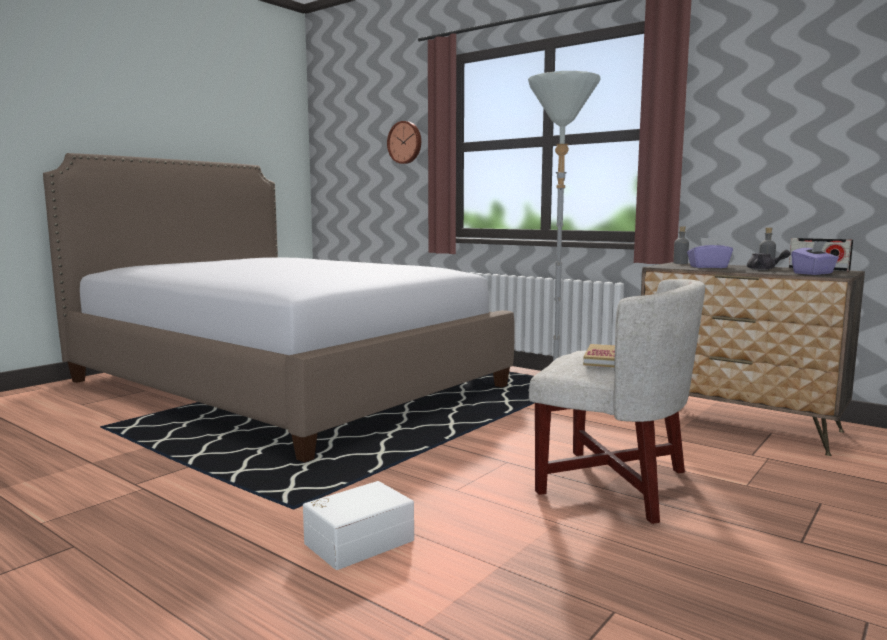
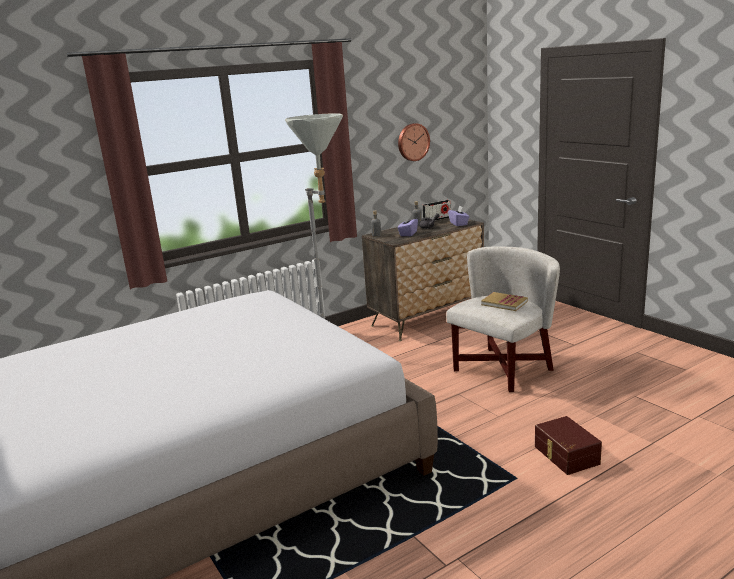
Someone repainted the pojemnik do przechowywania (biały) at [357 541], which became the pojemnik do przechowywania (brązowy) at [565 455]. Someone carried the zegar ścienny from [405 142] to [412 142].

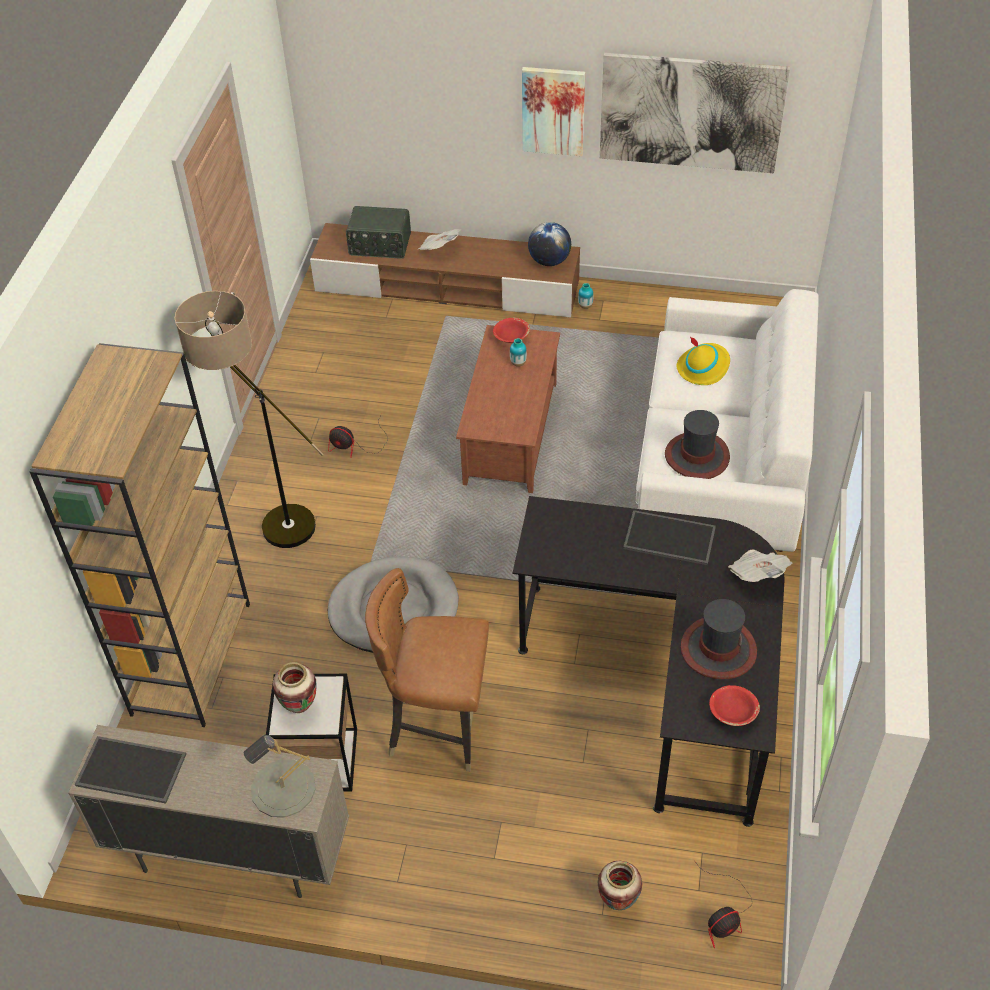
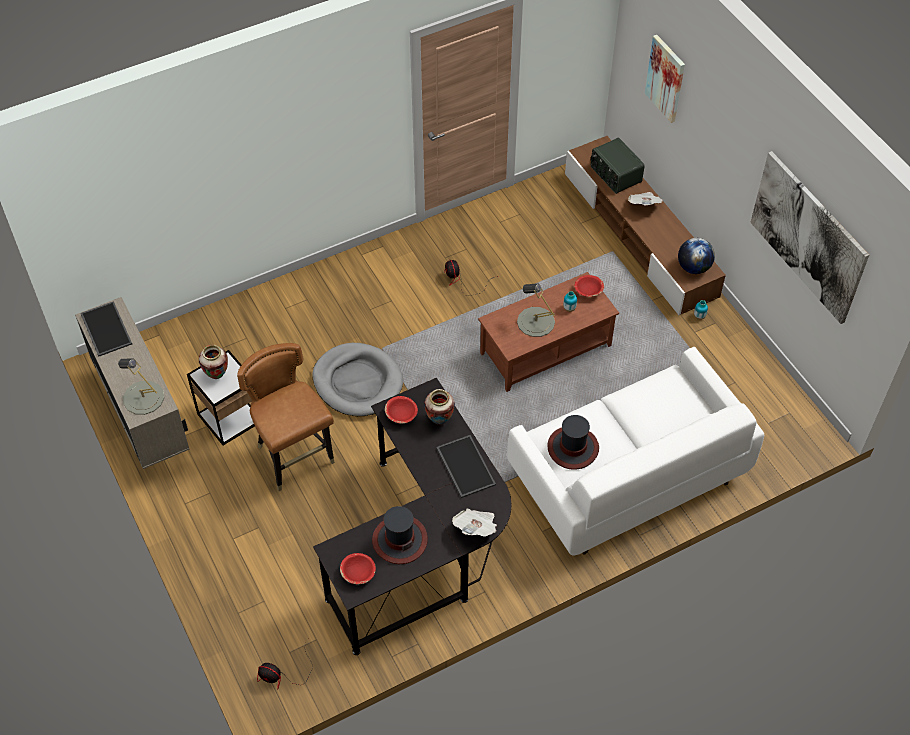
Someone took away the regał (brązowy) at [191 657]. Someone took away the lampa stojąca at [271 519]. Someone carried the obraz from [553 111] to [666 78]. Someone carried the wazon from [618 902] to [439 420]. Someone took away the kapelusz (żółty) at [703 367]. Someone put down the miska (czerwony) at [401 415]. Someone put down the lampa stołowa (szary) at [535 322].

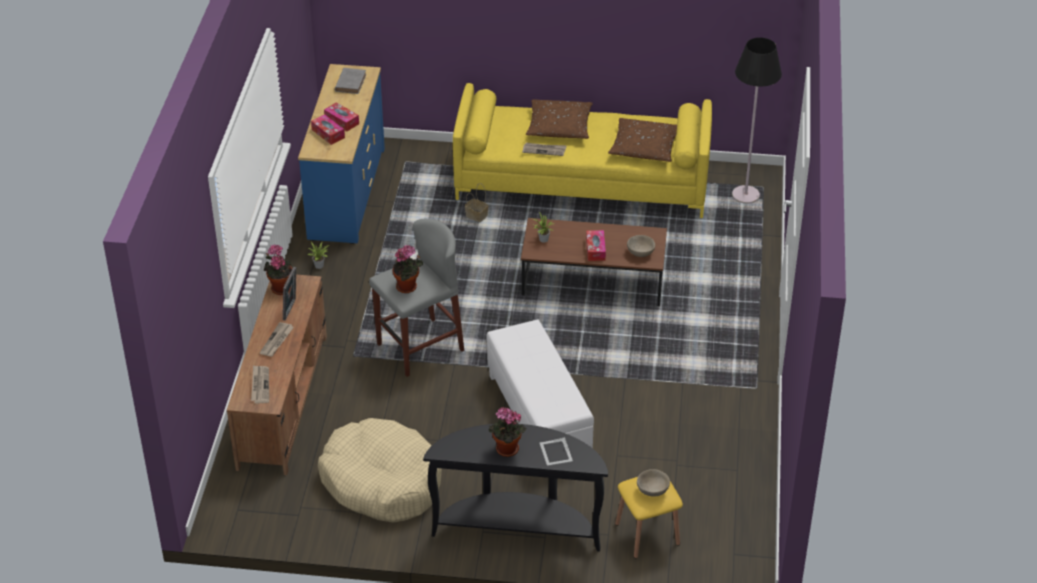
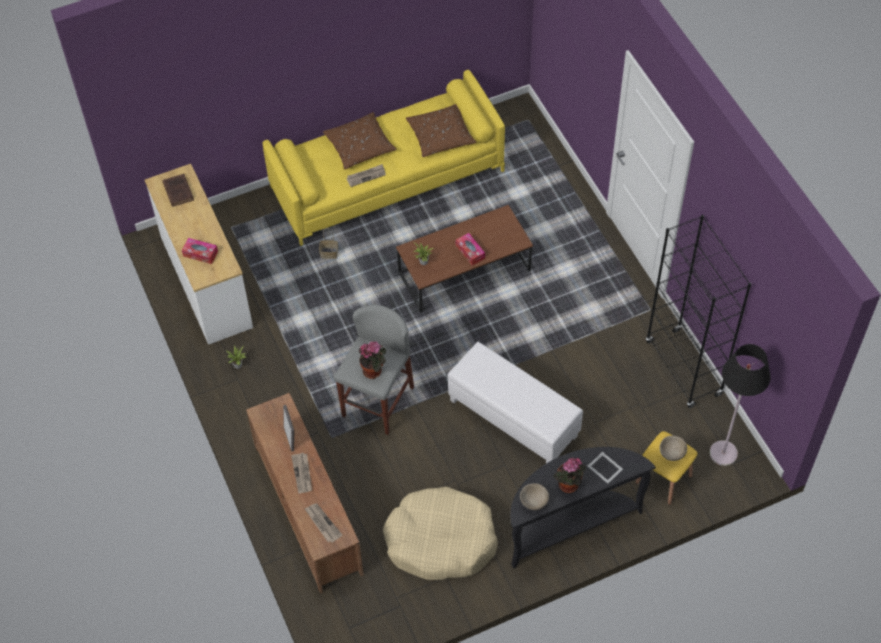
Someone took away the roślina doniczkowa at [280 288]. Someone repainted the komoda (niebieski) at [346 193], which became the komoda (biały) at [205 282]. Someone took away the pudełko chusteczek at [341 121]. Someone repainted the książka (szary) at [351 82], which became the książka (brązowy) at [178 191]. Someone carried the miska (beżowy) from [640 253] to [534 501]. Someone carried the lampa stojąca (czarny) from [745 195] to [723 453]. Someone put down the regał (czarny) at [683 368].

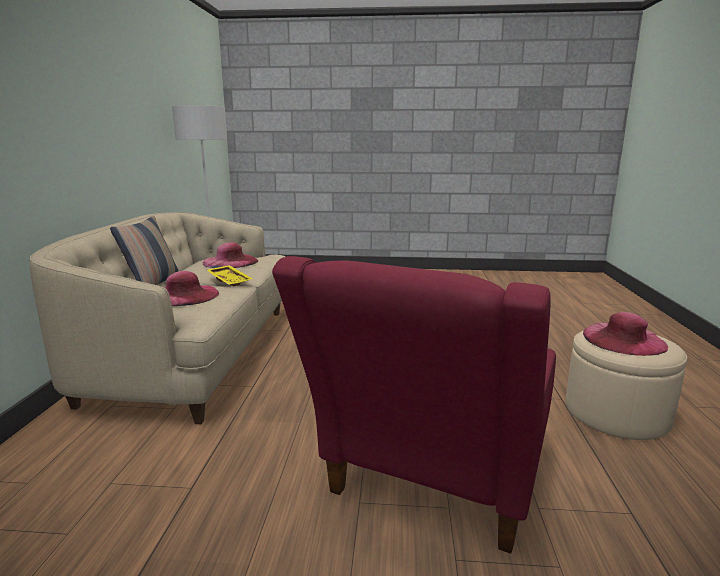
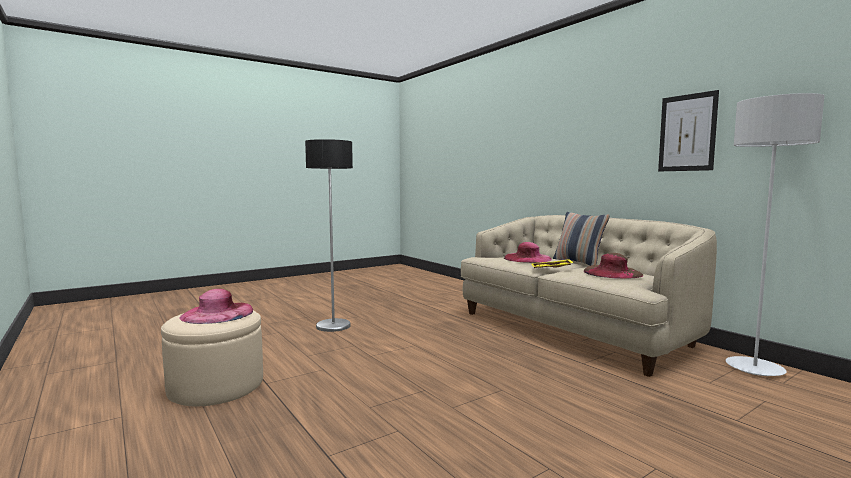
Someone repainted the kapelusz (różowy) at [230 261], which became the kapelusz (brązowy) at [612 272]. Someone swapped the fotel (czerwony) at [430 484] for the lampa stojąca at [333 326]. Someone put up the obraz at [687 133].

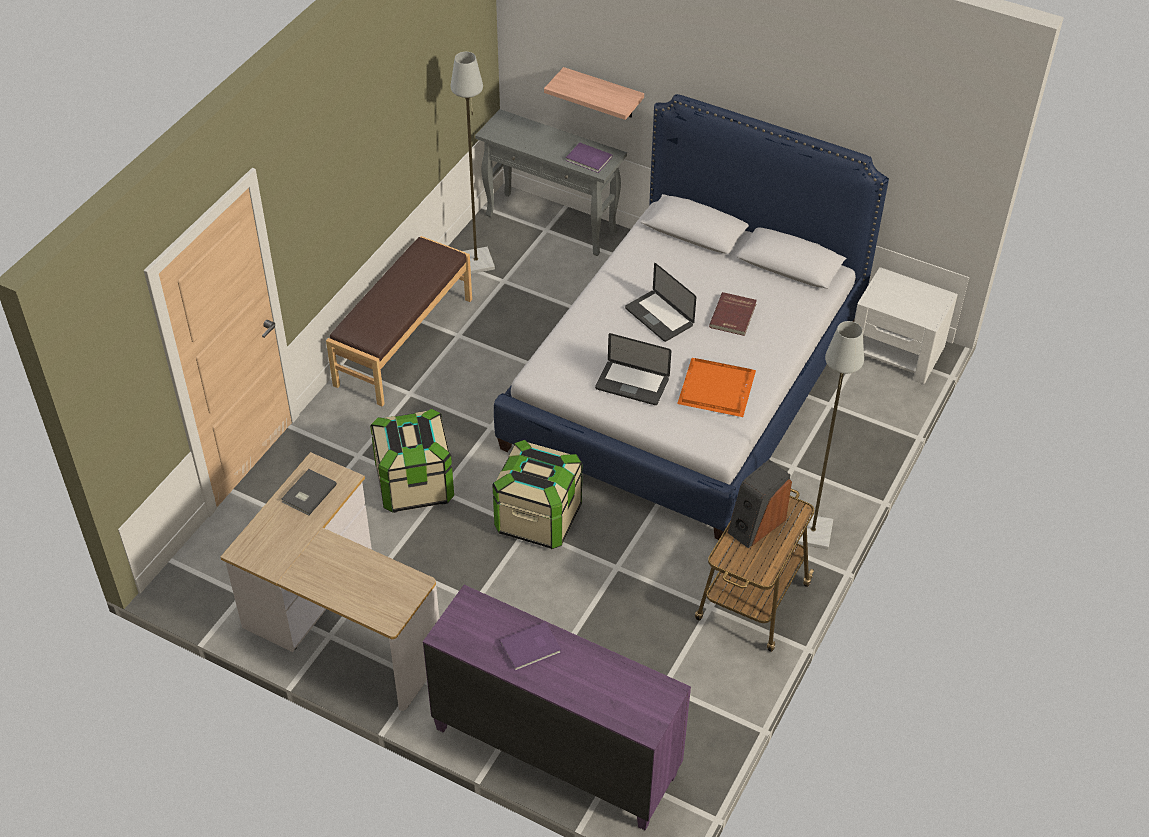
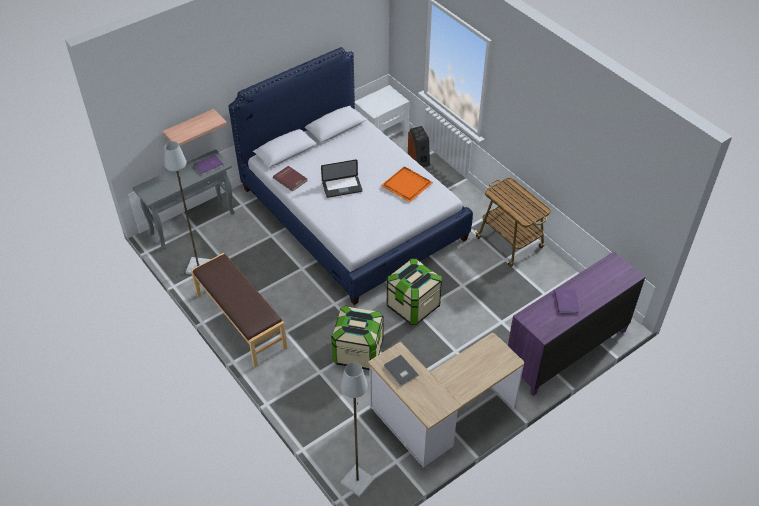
Someone took away the laptop at [632 384]. Someone carried the książka (czerwony) from [734 316] to [290 179]. Someone carried the głośnik from [756 525] to [419 159]. Someone carried the lampa stojąca (szary) from [813 533] to [358 481].

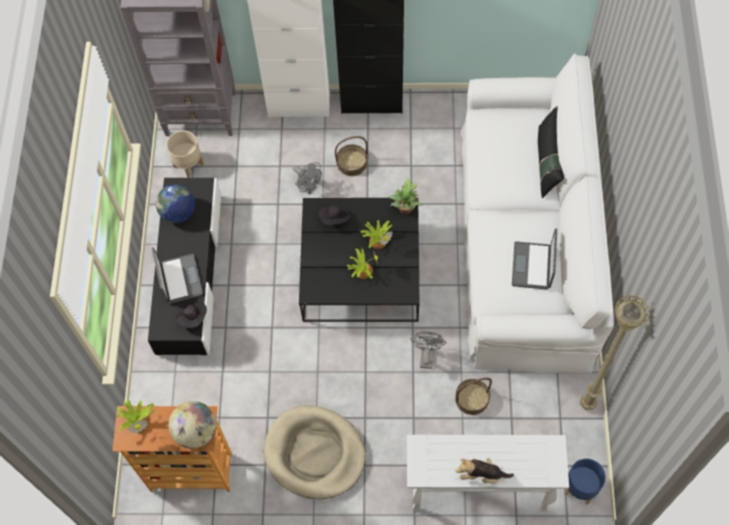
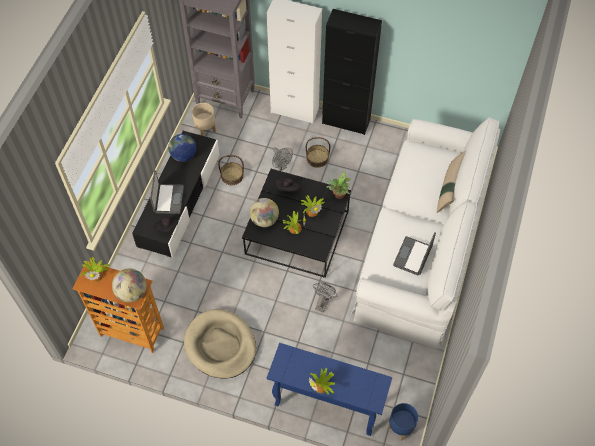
Someone repainted the stolik konsolowy (biały) at [477 490], which became the stolik konsolowy (niebieski) at [325 405]. Someone carried the koszyk from [472 399] to [232 176]. Someone swapped the pluszak at [482 475] for the roślina doniczkowa at [322 386]. Someone repainted the poduszka (czarny) at [547 162], which became the poduszka (beżowy) at [449 190]. Someone took away the lampa stojąca (beżowy) at [586 405]. Someone put down the globus at [264 220].

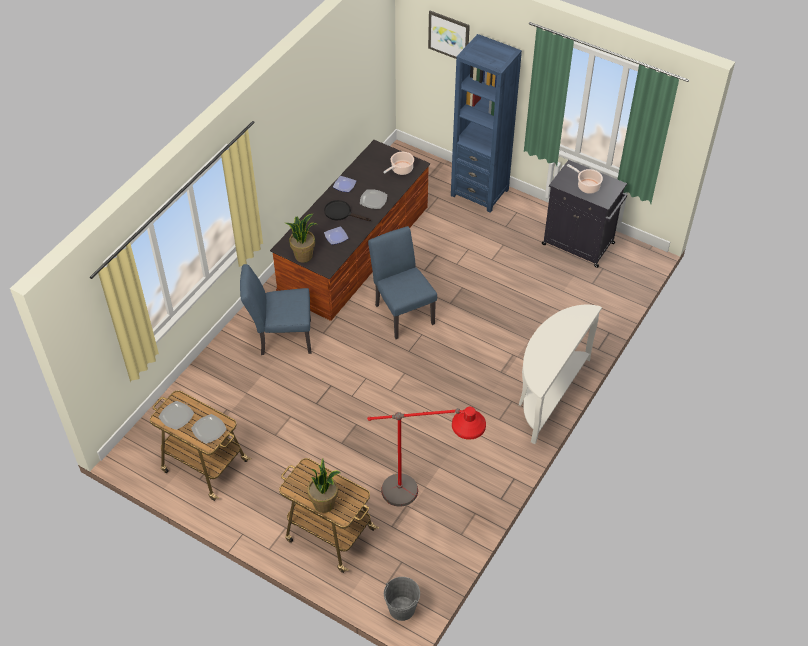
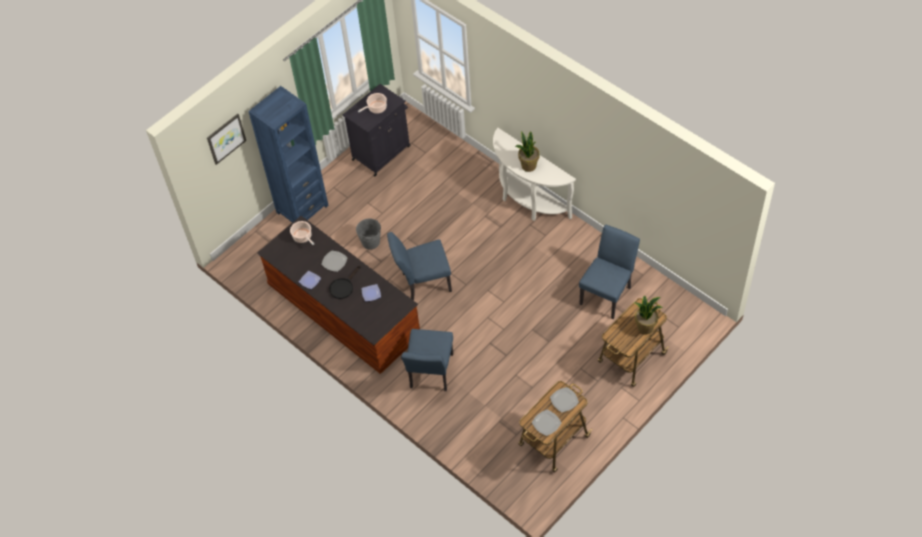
Someone carried the roślina doniczkowa from [303 255] to [528 166]. Someone swapped the lampa stojąca (czerwony) at [425 497] for the krzesło (niebieski) at [607 293]. Someone carried the wiadro (szary) from [401 608] to [370 242].

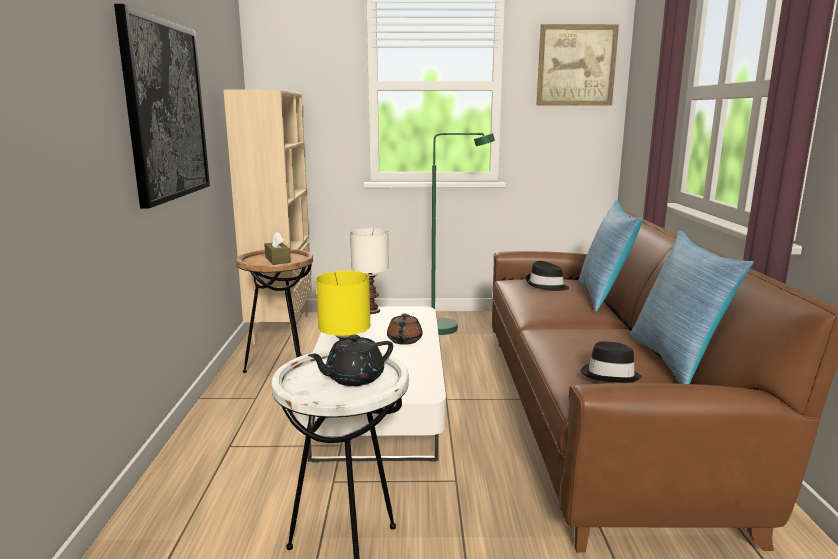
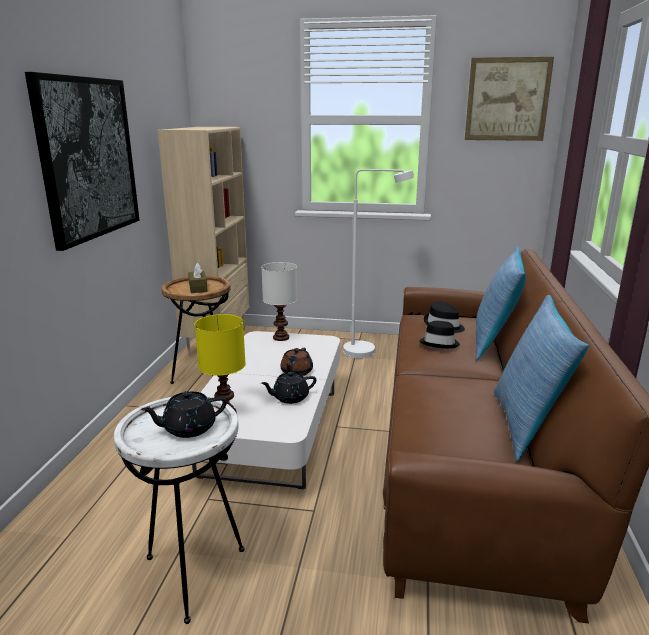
Someone repainted the lampa stojąca (zielony) at [450 328], which became the lampa stojąca (biały) at [368 352]. Someone carried the kapelusz (czarny) from [610 374] to [440 343]. Someone put down the imbryk (czarny) at [290 397].

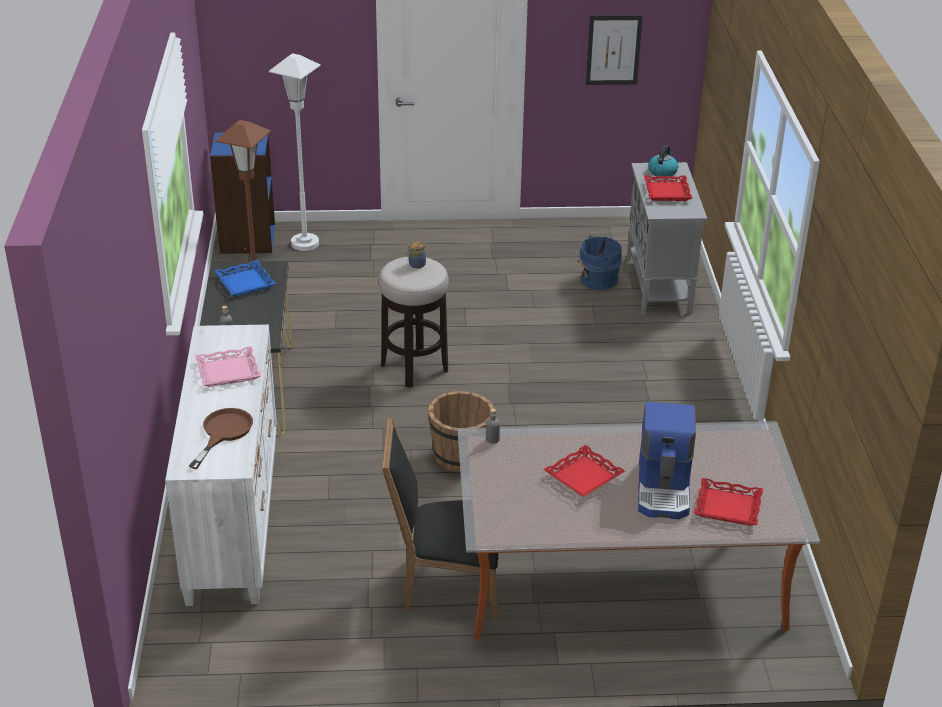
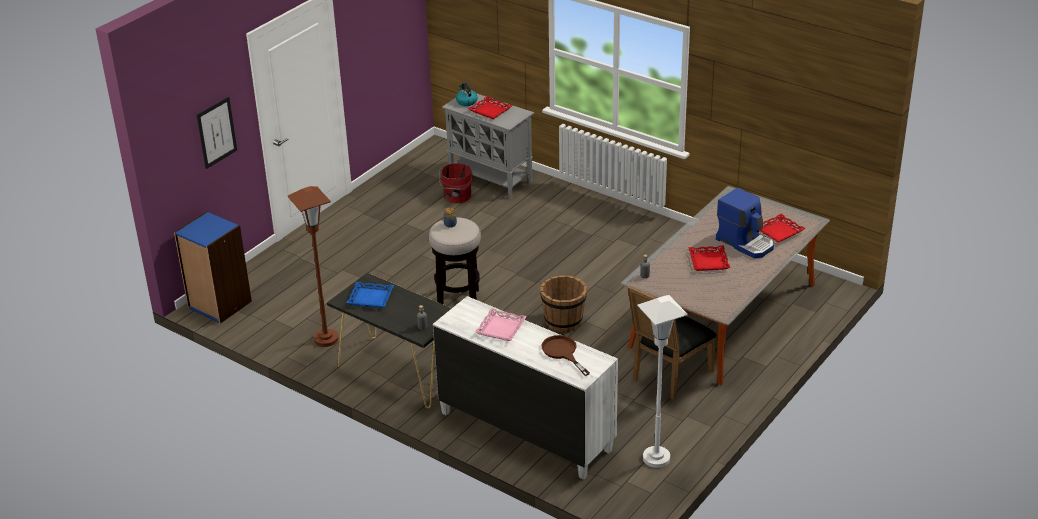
Someone carried the lampa stojąca (biały) from [305 243] to [656 458]. Someone repainted the wiadro (niebieski) at [597 280], which became the wiadro (czerwony) at [457 196]. Someone carried the obraz from [613 50] to [216 132].

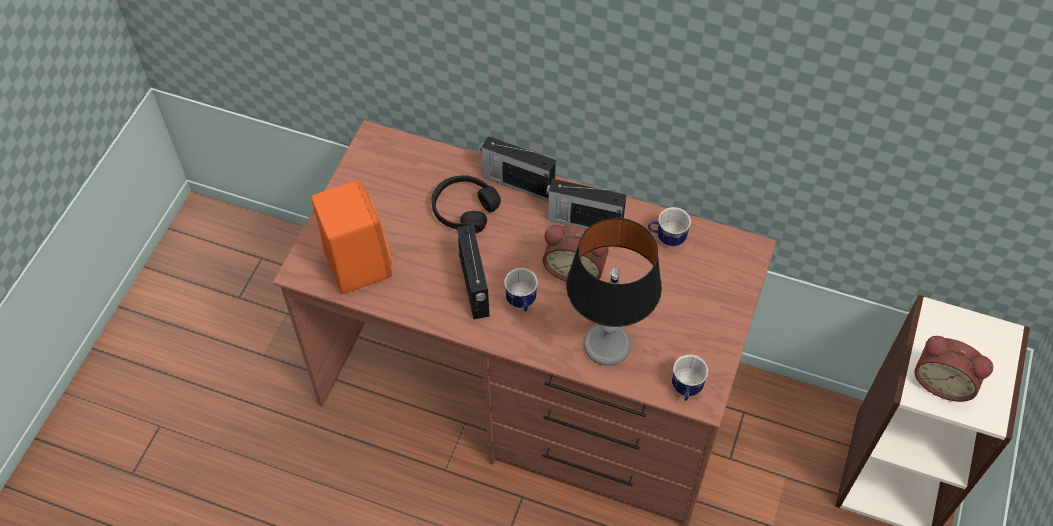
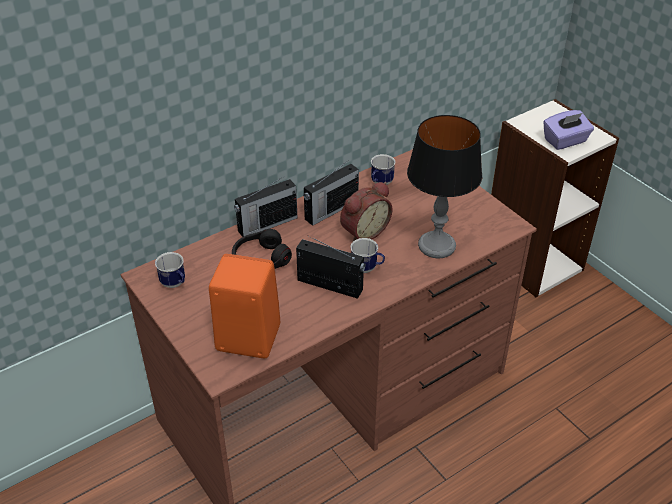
Someone carried the kubek from [686 390] to [175 284]. Someone swapped the budzik at [943 381] for the pudełko chusteczek (fioletowy) at [565 141].

